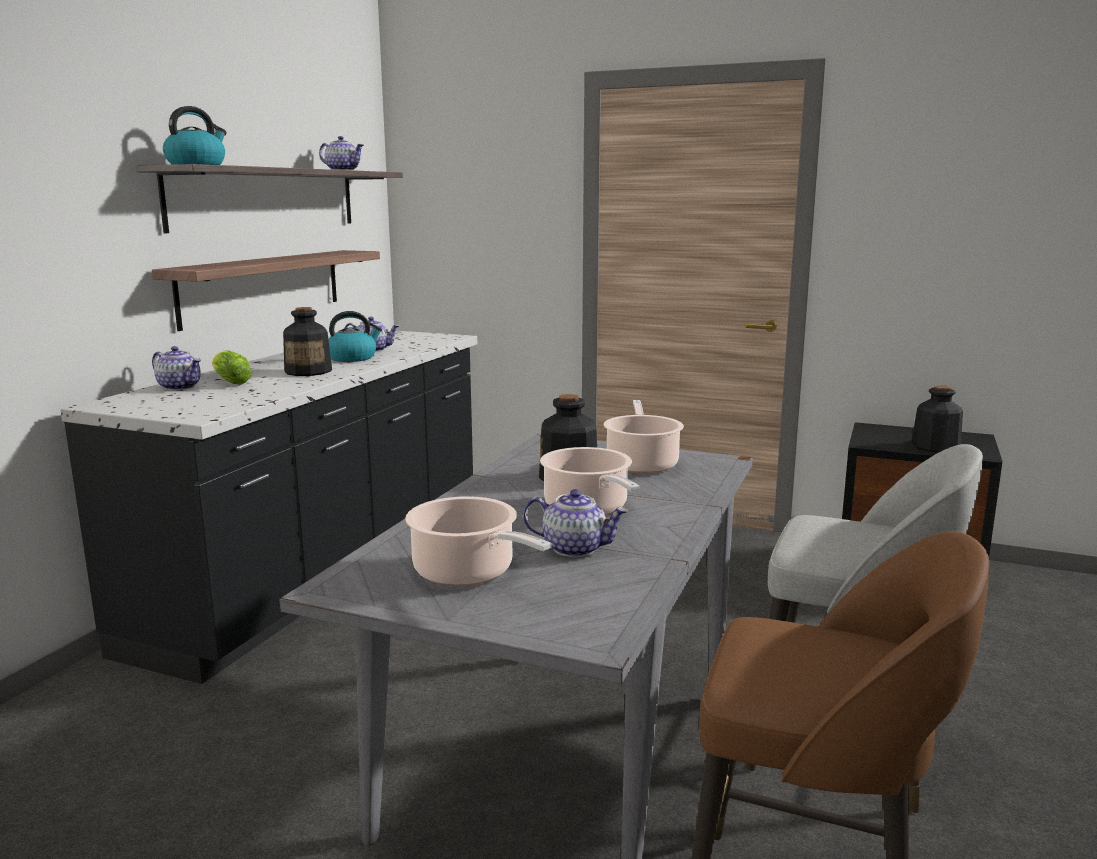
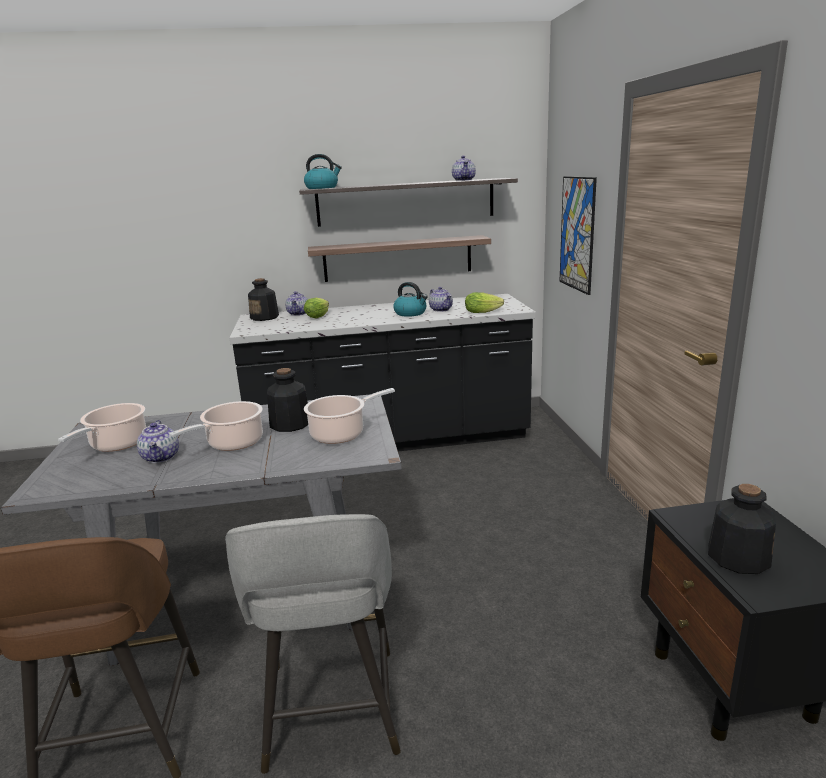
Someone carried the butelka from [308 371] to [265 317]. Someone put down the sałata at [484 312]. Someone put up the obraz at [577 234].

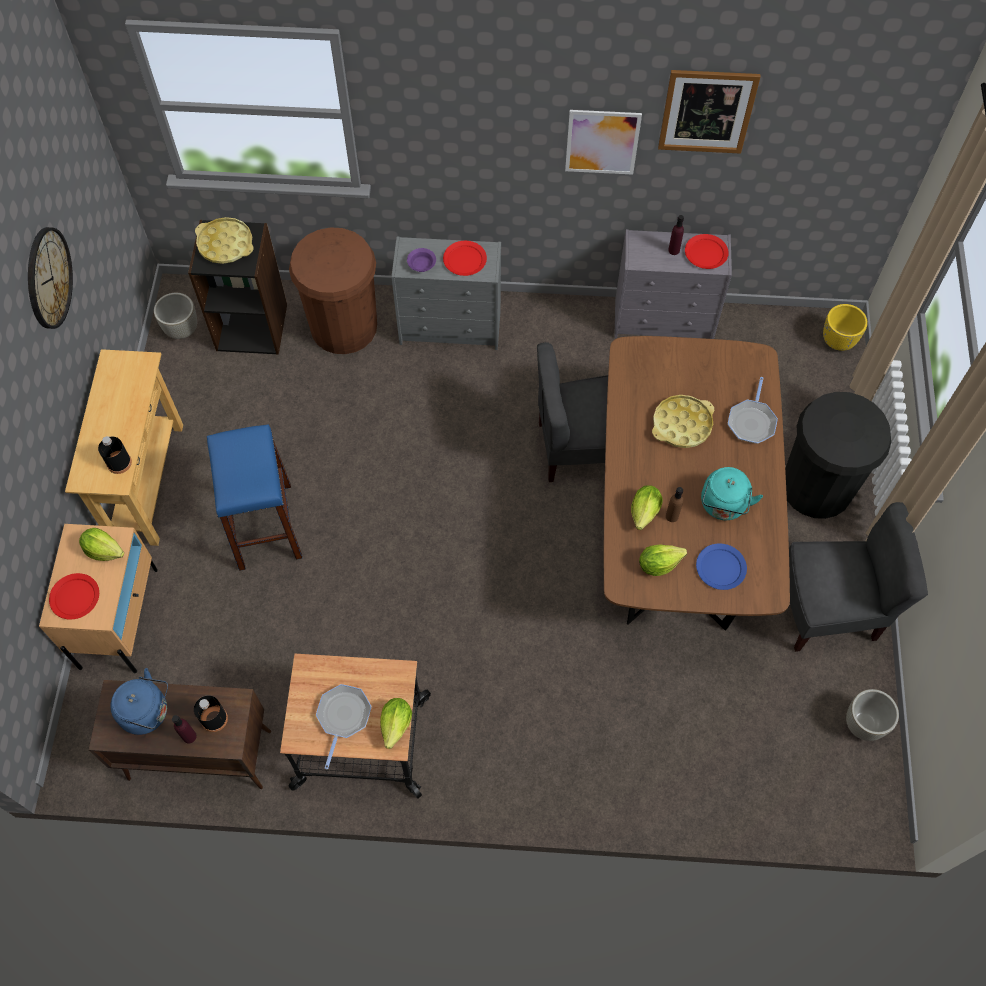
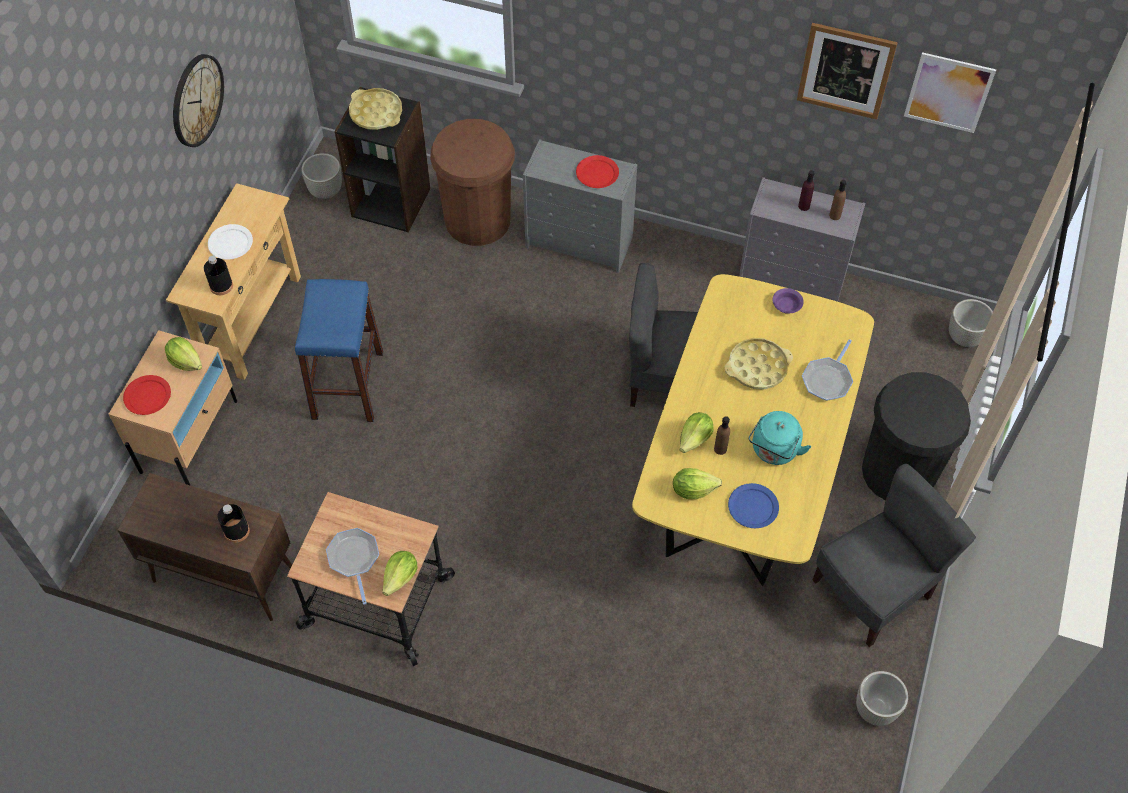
Someone took away the czajnik (niebieski) at [148 712]. Someone took away the butelka (fioletowy) at [189 736]. Someone rotated the patelnia at [343 717] by 45 degrees counterclockwise. Someone carried the miska (fioletowy) from [422 265] to [787 306]. Someone carried the obraz from [602 142] to [948 92]. Someone repainted the stół jadalny (brązowy) at [676 530], which became the stół jadalny (żółty) at [743 480]. Someone swapped the talerz (czerwony) at [706 253] for the butelka (brązowy) at [835 215]. Someone rotated the krzesło (szary) at [828 609] by 45 degrees counterclockwise. Someone repainted the donica (żółty) at [838 341], which became the donica (szary) at [964 337]. Someone put down the talerz (biały) at [231 243].

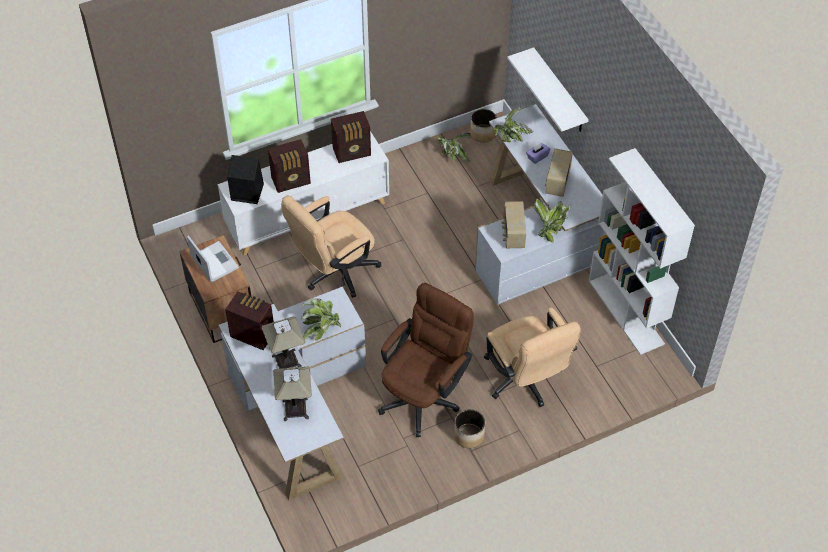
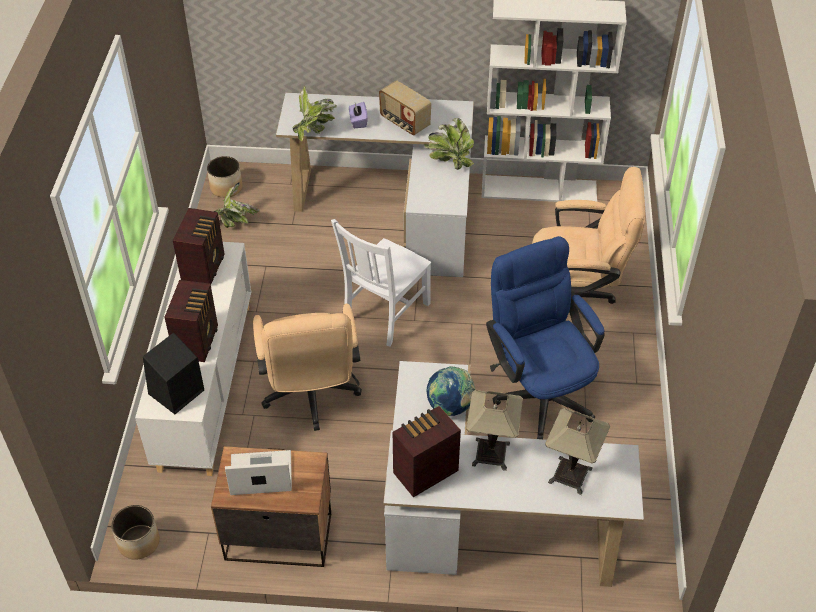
Someone swapped the roślina doniczkowa at [321 329] for the globus at [450 407]. Someone repainted the krzesło biurowe (brązowy) at [424 394], which became the krzesło biurowe (niebieski) at [539 390]. Someone carried the donica from [468 436] to [138 542]. Someone took away the radio at [513 234]. Someone took away the półka (biały) at [559 92]. Someone put down the krzesło (biały) at [384 314].

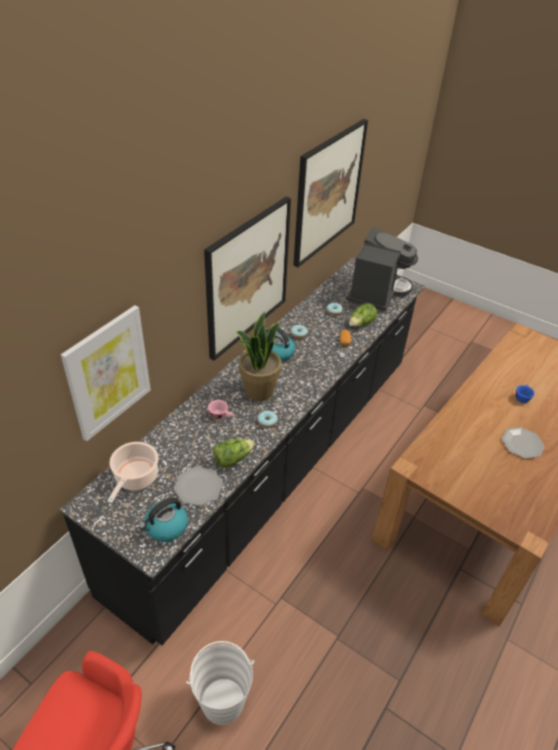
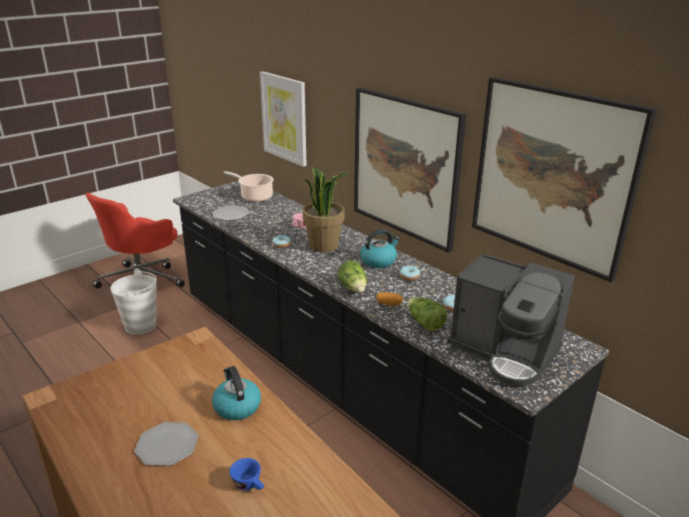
Someone carried the czajnik from [166 527] to [236 406]. Someone carried the sałata from [232 458] to [353 288].

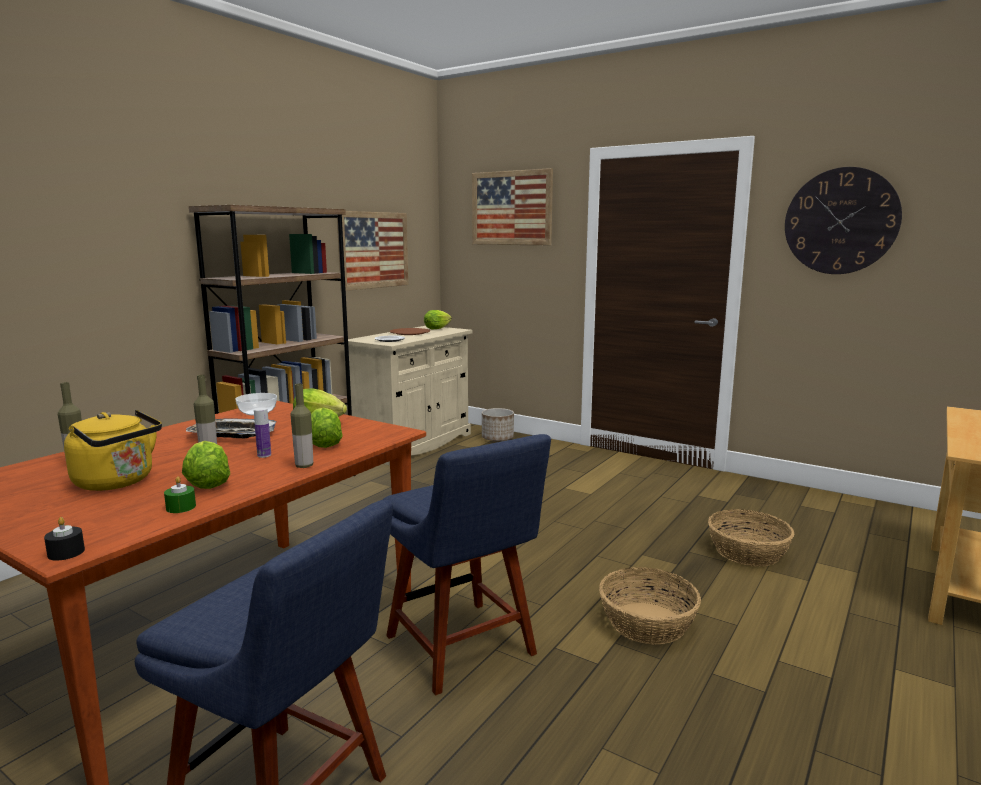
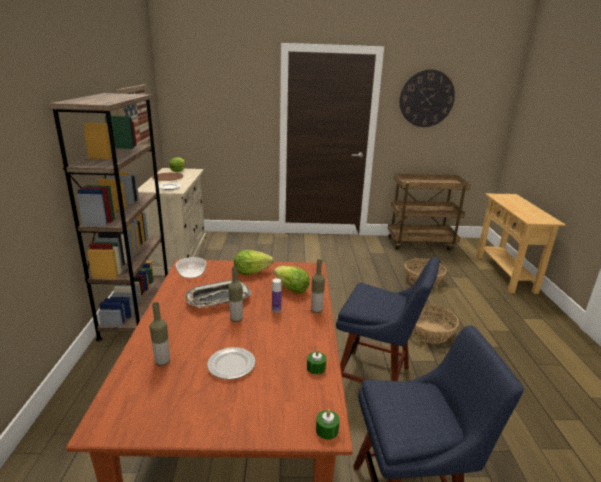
Someone repainted the świeca (czarny) at [66 552], which became the świeca (zielony) at [327 430]. Someone swapped the czajnik (żółty) at [118 482] for the talerz at [232 365]. Someone took away the sałata at [207 483]. Someone took away the obraz at [511 208]. Someone took away the donica at [497 438]. Someone put down the wózek (brązowy) at [421 243].

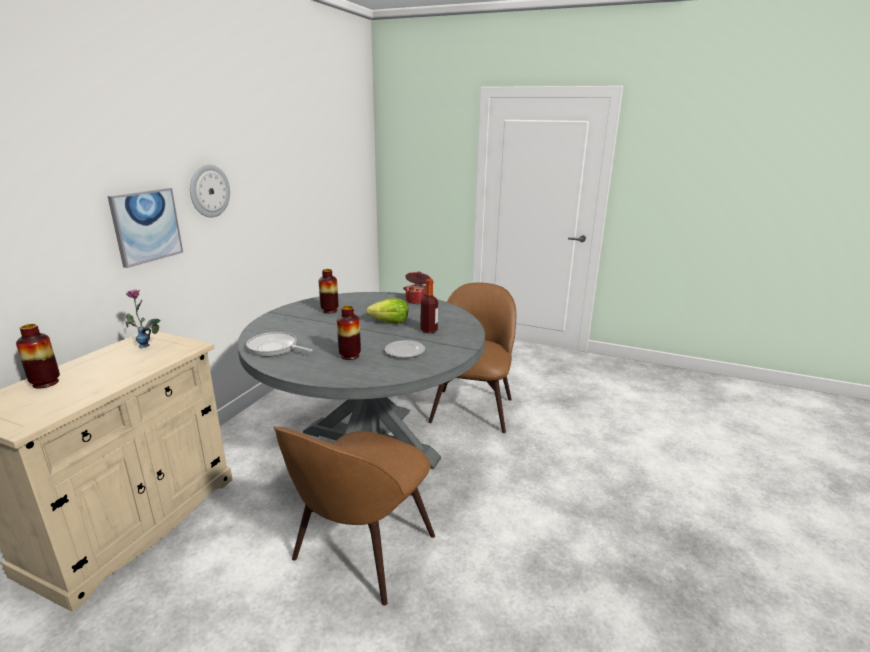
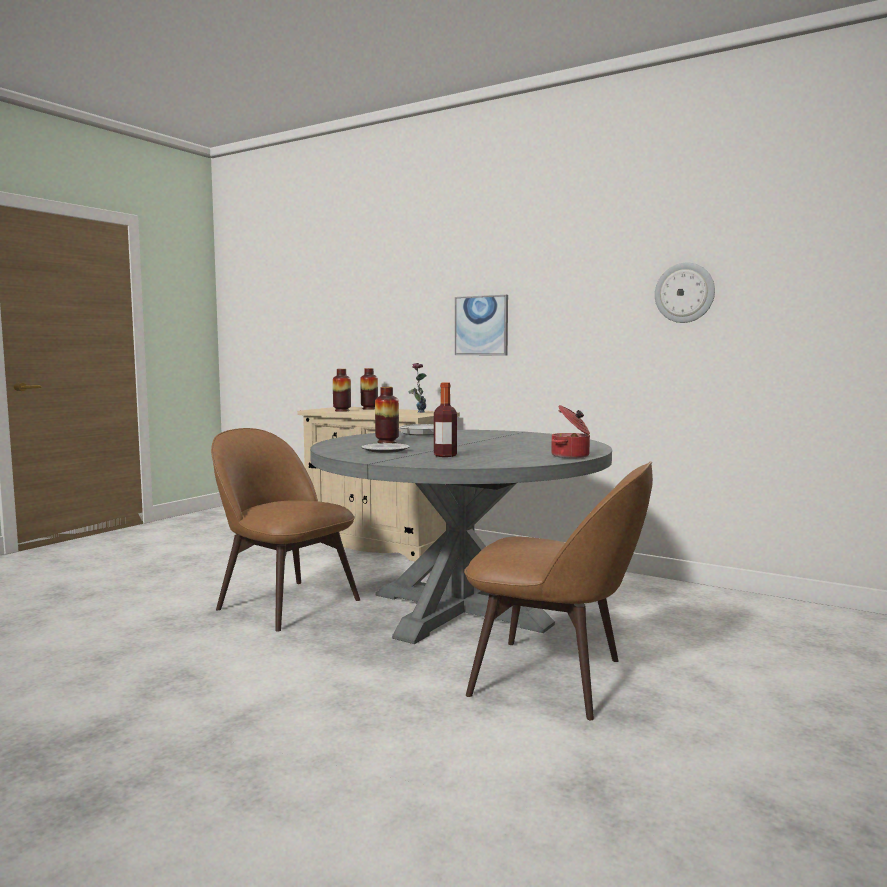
Someone carried the zegar ścienny from [209 191] to [684 293]. Someone carried the wazon from [329 310] to [342 411]. Someone took away the sałata at [390 322].

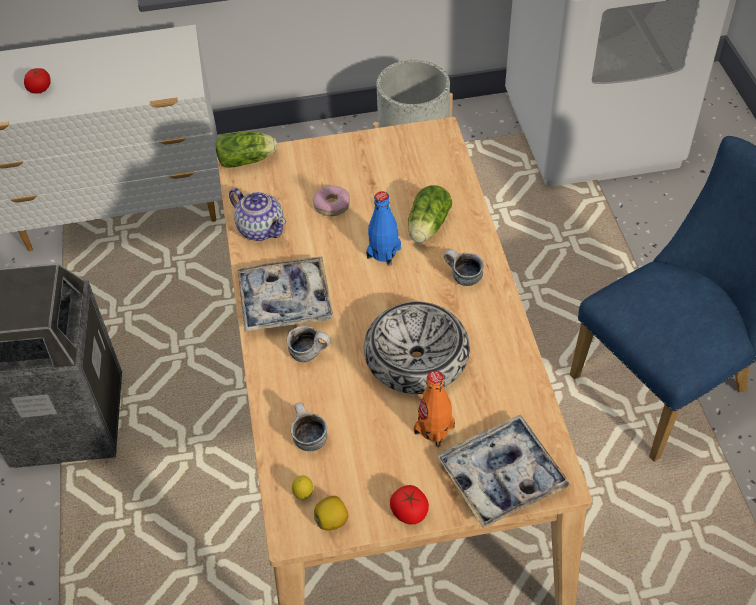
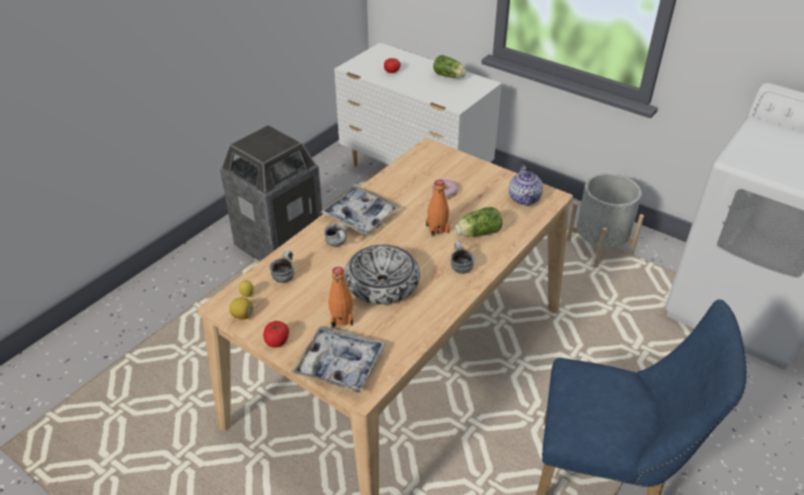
Someone carried the sałata from [248 160] to [450 76]. Someone carried the imbryk from [260 228] to [524 198]. Someone repainted the butelka (niebieski) at [383 253], which became the butelka (pomarańczowy) at [437 229].

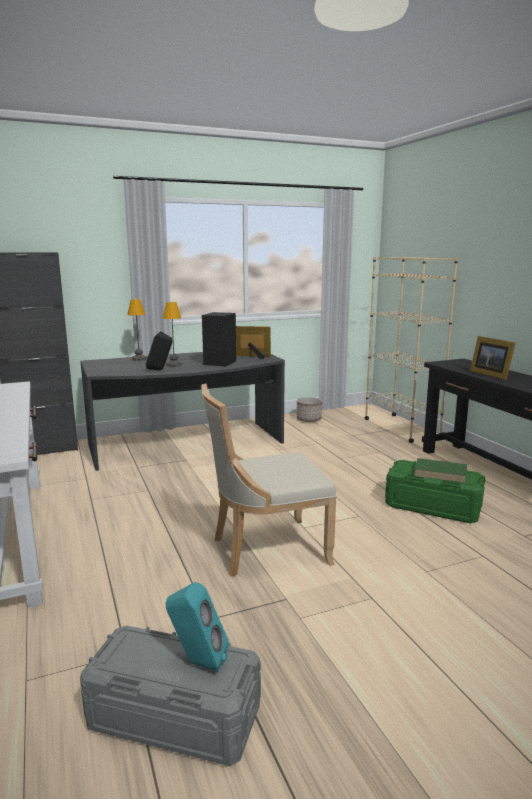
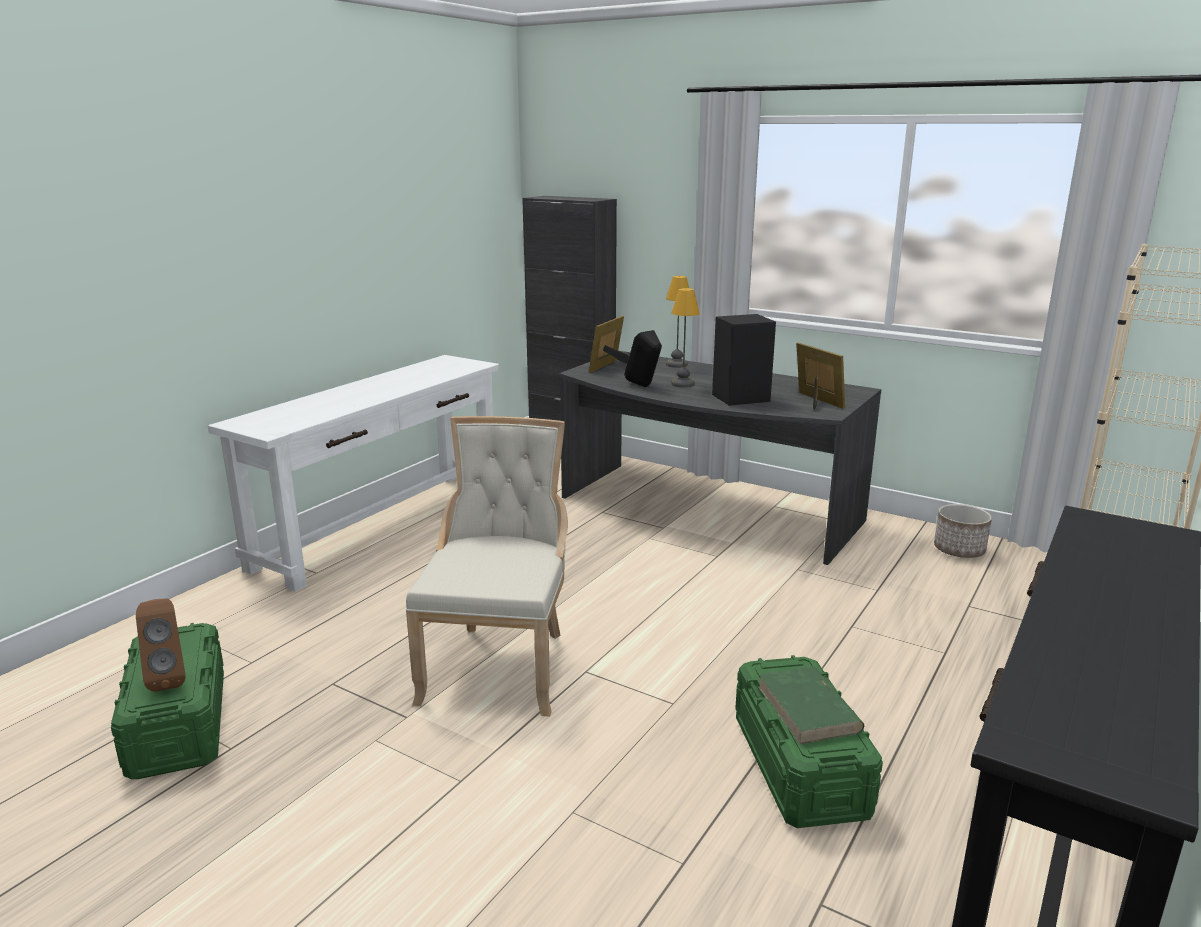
Someone repainted the pojemnik do przechowywania (szary) at [174 716], which became the pojemnik do przechowywania (zielony) at [179 723]. Someone repainted the głośnik (turkusowy) at [197 663], which became the głośnik (brązowy) at [169 679]. Someone rotated the krzesło (beżowy) at [265 550] by 60 degrees clockwise. Someone carried the ramka na zdjęcie from [490 374] to [610 366].

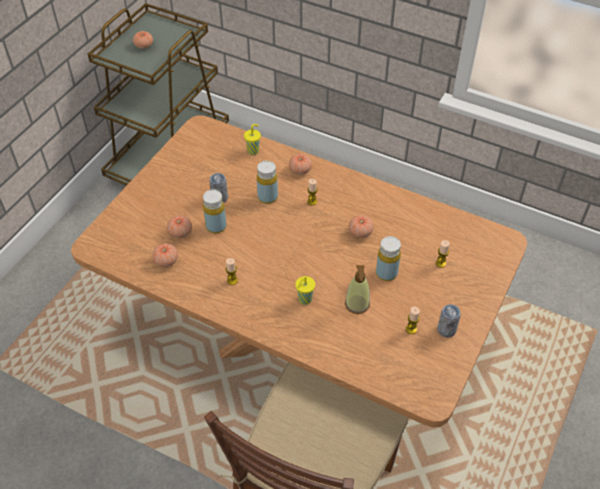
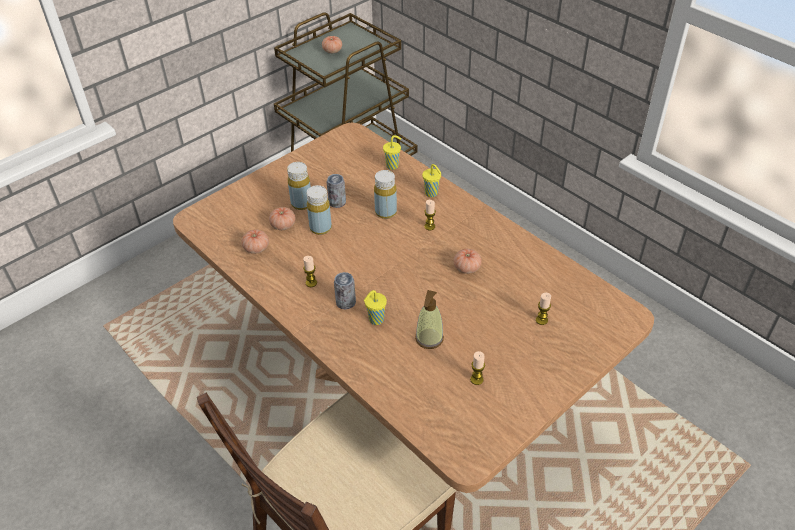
Someone swapped the pomidor at [300 170] for the filiżanka (żółty) at [432 193]. Someone carried the butelka (żółty) from [386 273] to [301 204]. Someone carried the puszka from [446 330] to [346 302].

